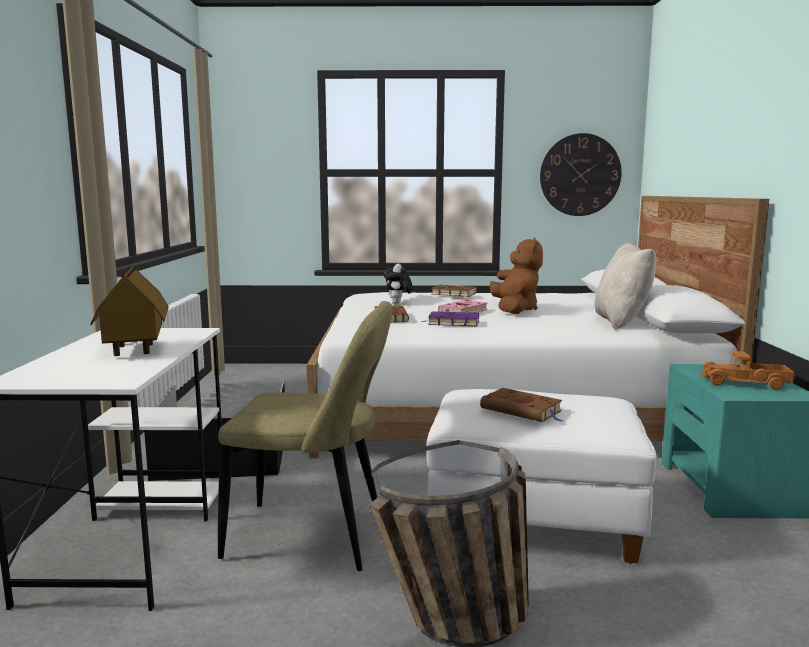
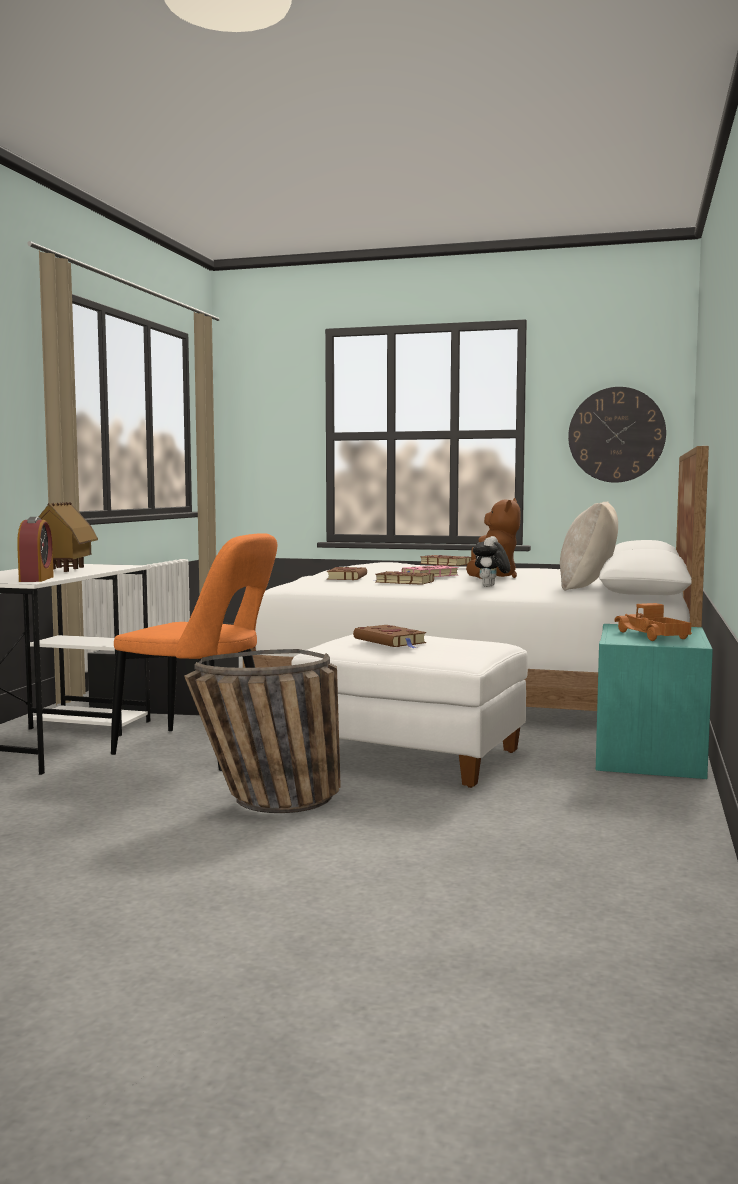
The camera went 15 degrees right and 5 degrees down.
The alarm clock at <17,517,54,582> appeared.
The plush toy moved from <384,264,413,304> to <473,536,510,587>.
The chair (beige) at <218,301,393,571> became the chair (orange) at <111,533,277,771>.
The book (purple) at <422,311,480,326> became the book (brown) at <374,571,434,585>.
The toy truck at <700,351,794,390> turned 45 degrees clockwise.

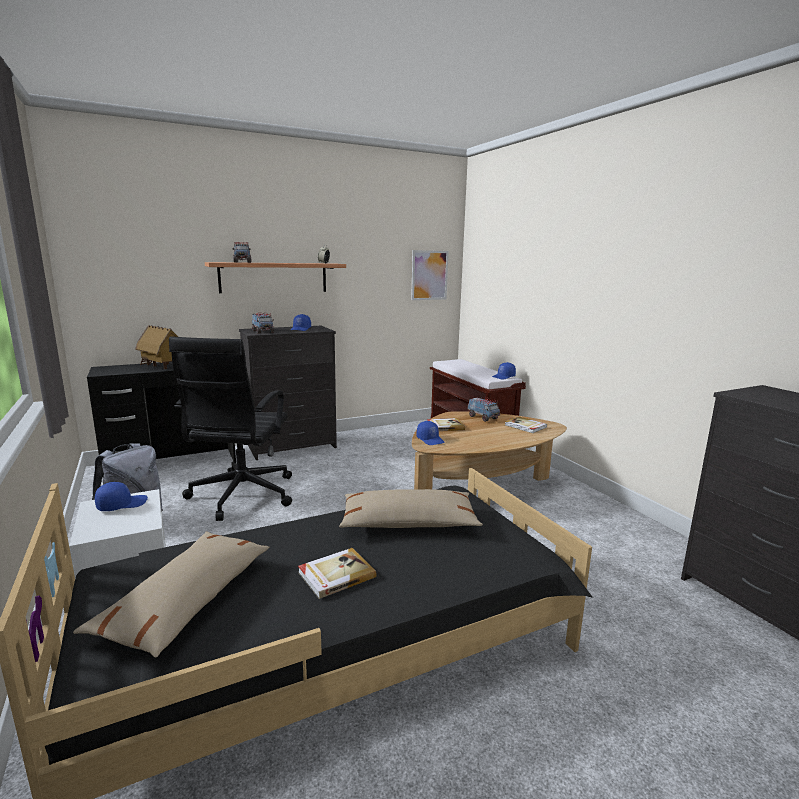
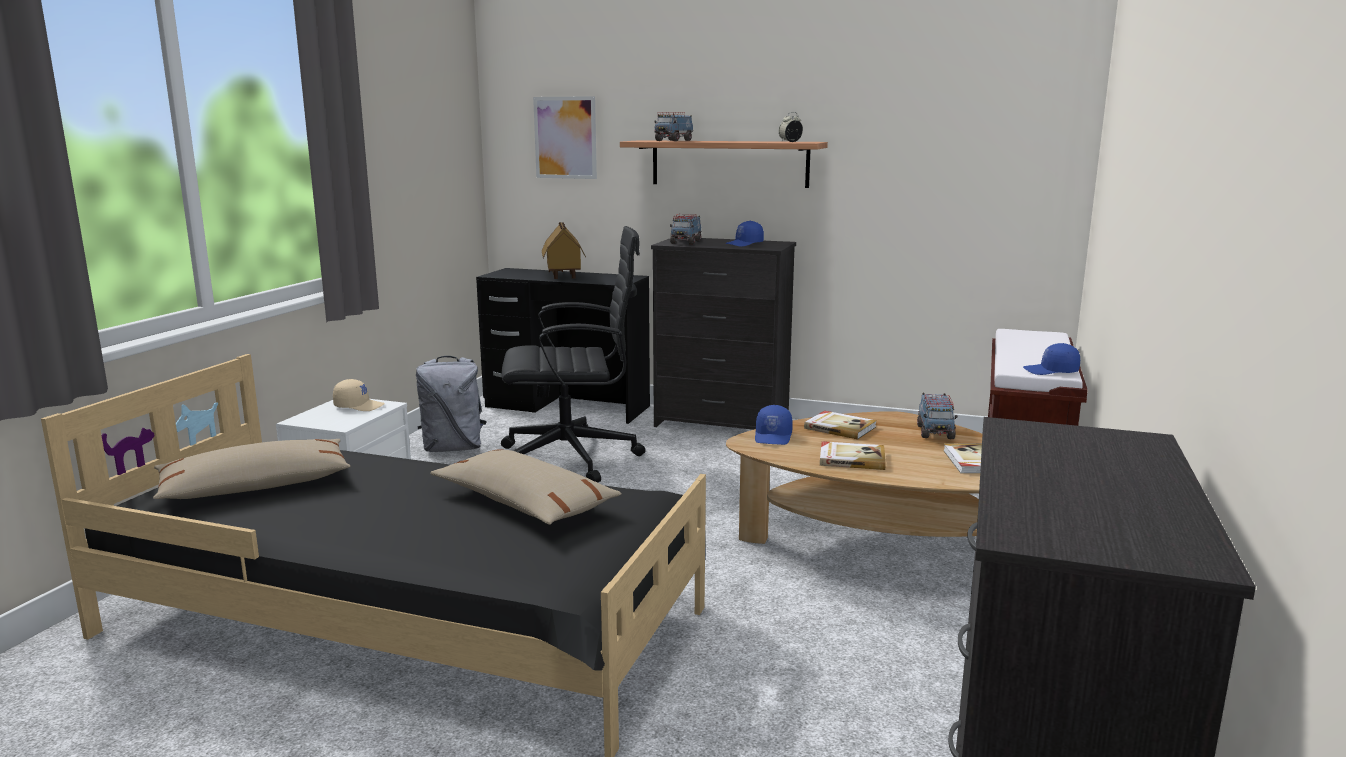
The camera went 45 degrees right and 0 degrees up.
The book moved from <298,548,377,599> to <820,441,886,470>.
The picture moved from <411,250,449,300> to <533,96,597,179>.
The cap (blue) at <95,482,148,511> became the cap (beige) at <333,379,385,411>.
The office chair (black) at <169,337,292,521> turned 150 degrees counterclockwise.

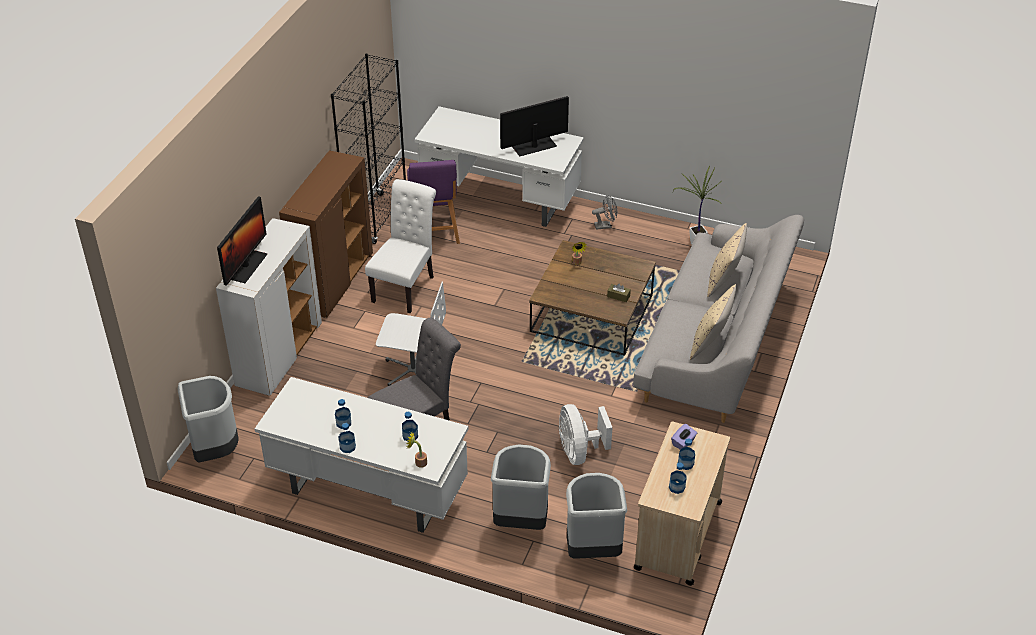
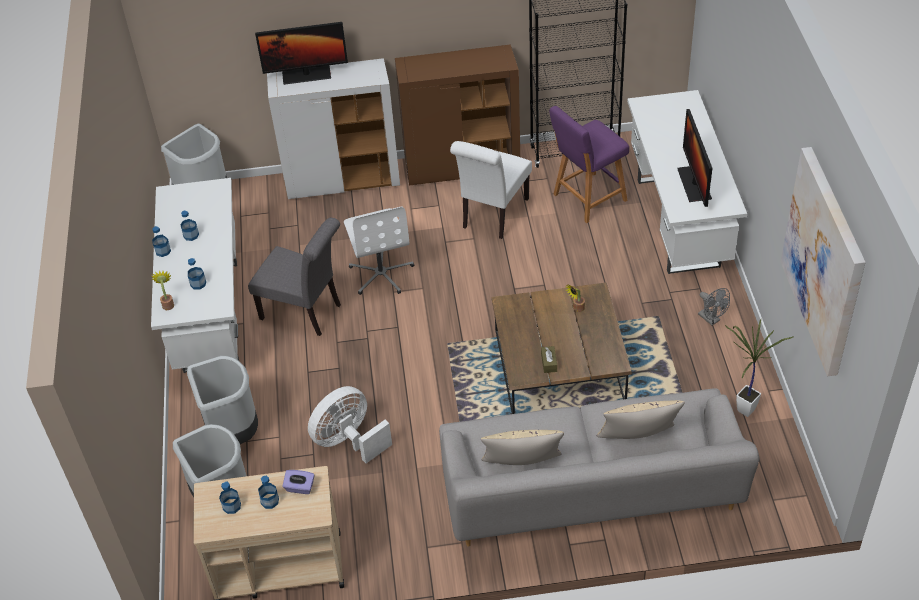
The camera went 65 degrees right and 5 degrees up.
The picture at <781,147,866,376> appeared.
The chair (white) at <365,179,436,313> turned 120 degrees clockwise.
The monitor at <500,96,569,156> turned 135 degrees counterclockwise.

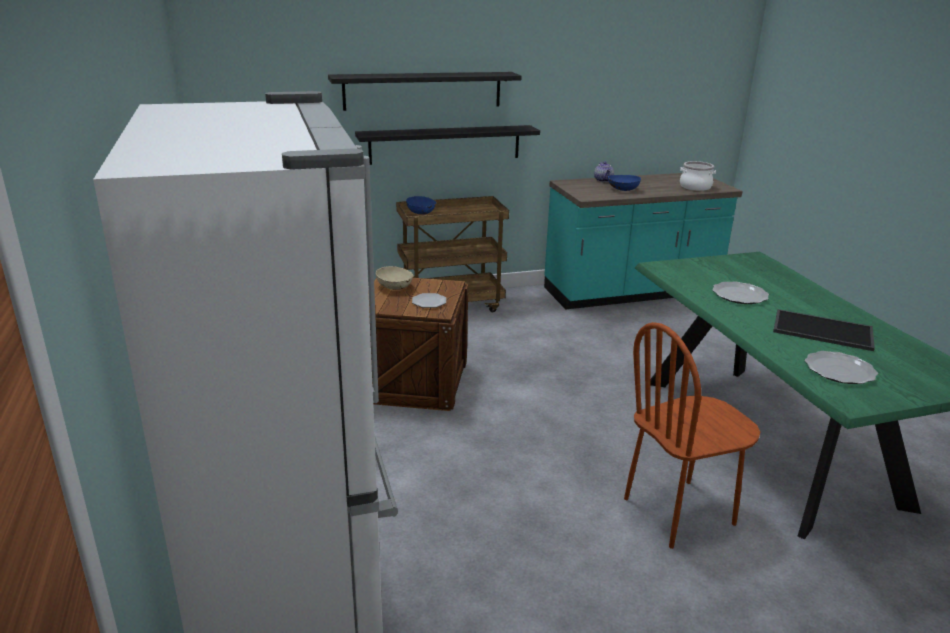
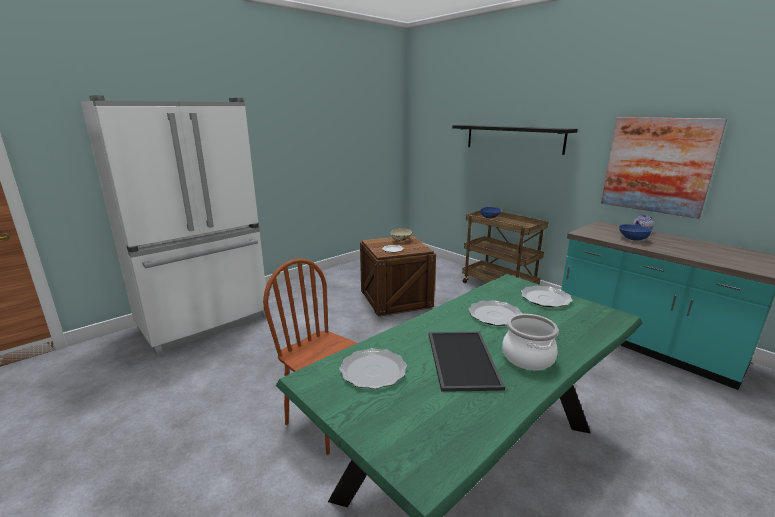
The camera went 65 degrees right and 5 degrees down.
The shelf (black) at <355,125,540,165> disappeared.
The plate at <521,285,573,307> appeared.
The picture at <601,117,727,219> appeared.
The cooking pot moved from <680,161,716,191> to <502,314,559,370>.

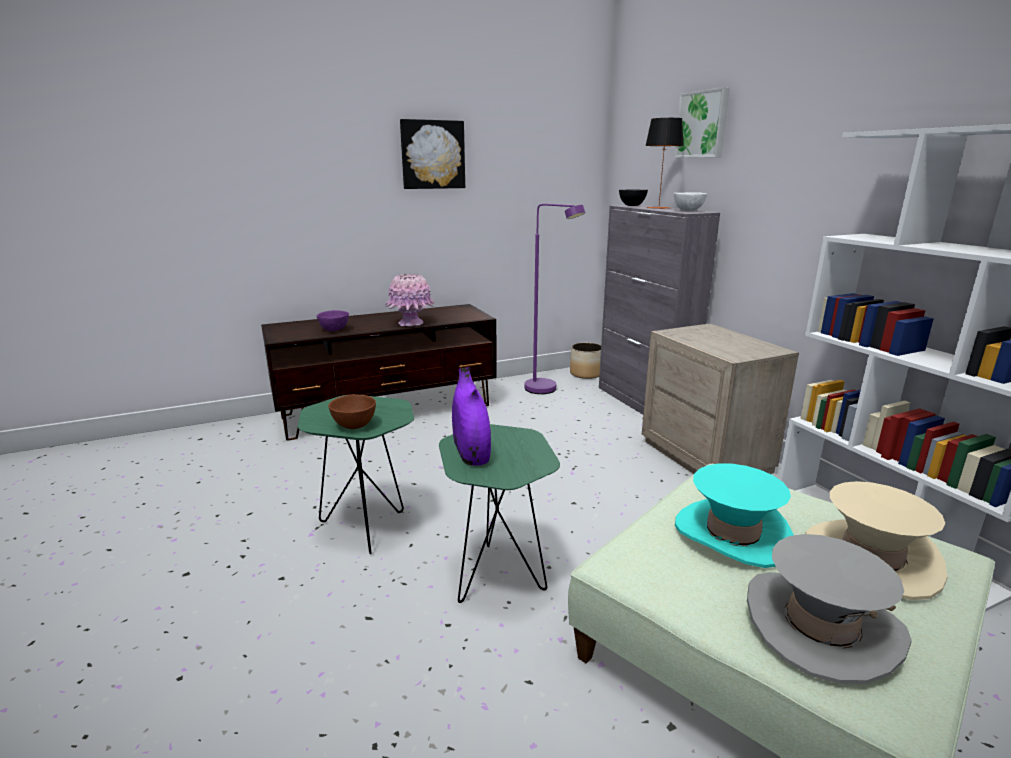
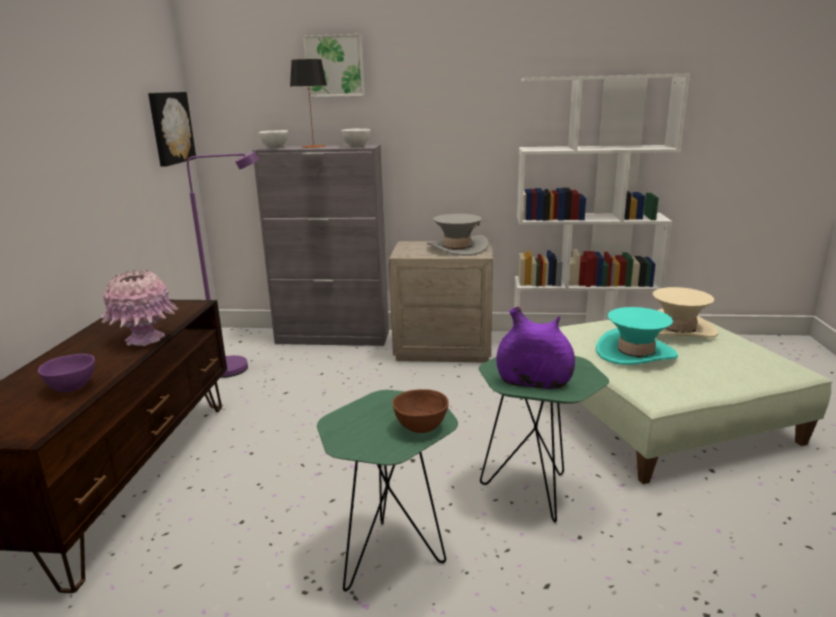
The camera went 60 degrees left and 0 degrees up.
The planter at <570,343,601,379> disappeared.
The picture moved from <400,119,465,189> to <148,92,196,167>.
The hat (grey) moved from <747,534,912,684> to <427,214,488,256>.
The bowl (black) at <619,189,648,206> became the bowl (white) at <258,130,288,148>.

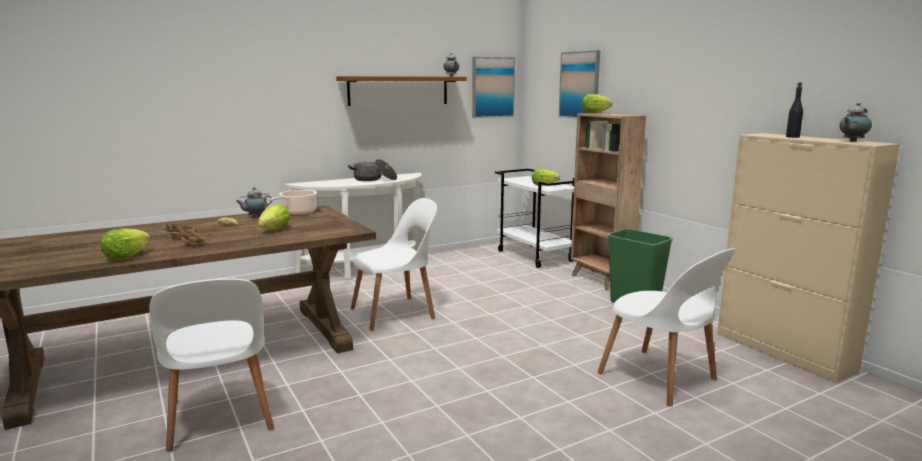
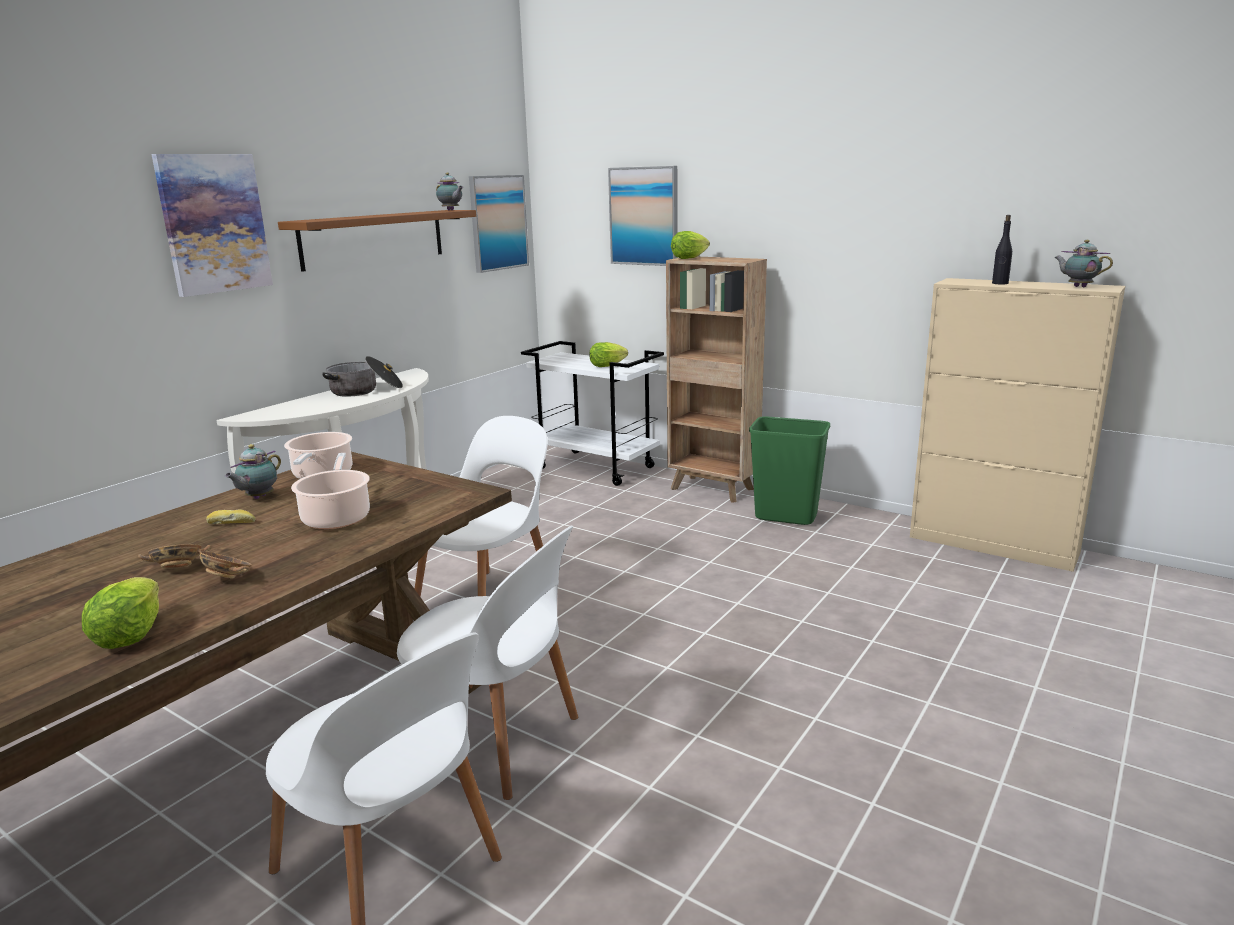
The camera went 25 degrees left and 5 degrees up.
The picture at <152,154,273,297> appeared.
The chair (white) moved from <597,248,736,407> to <397,525,578,800>.
The lettuce at <258,204,290,230> was replaced by the cooking pot at <291,453,370,529>.
The teapot at <839,103,872,142> turned 105 degrees clockwise.

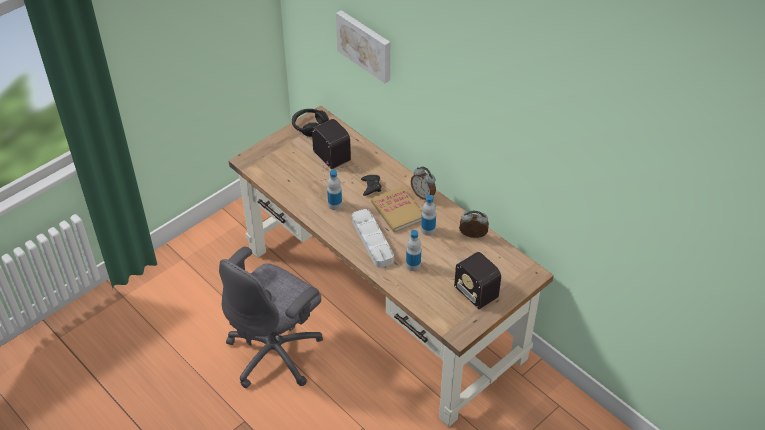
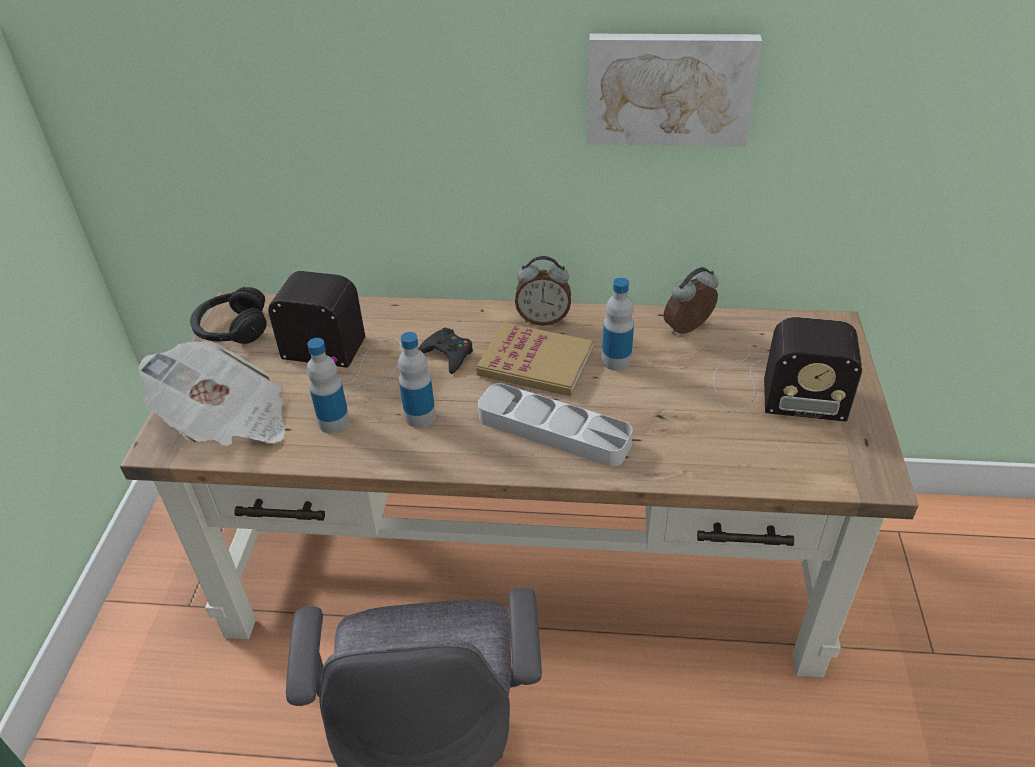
The camera went 40 degrees left and 5 degrees down.
The newspaper at <138,341,285,446> appeared.
The picture moved from <336,10,390,83> to <587,34,762,147>.
The bottle moved from <406,230,421,271> to <307,338,350,434>.

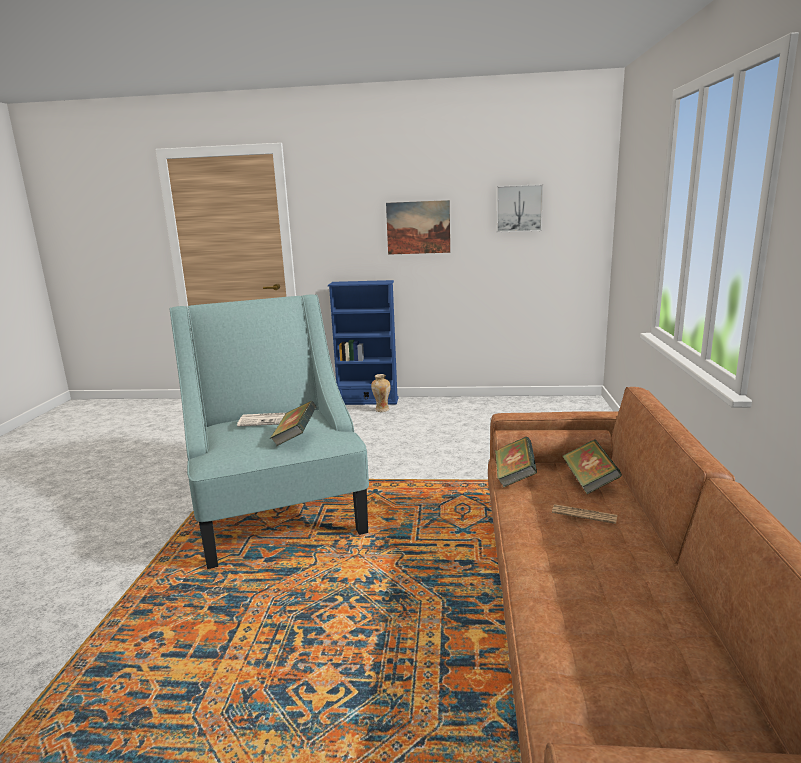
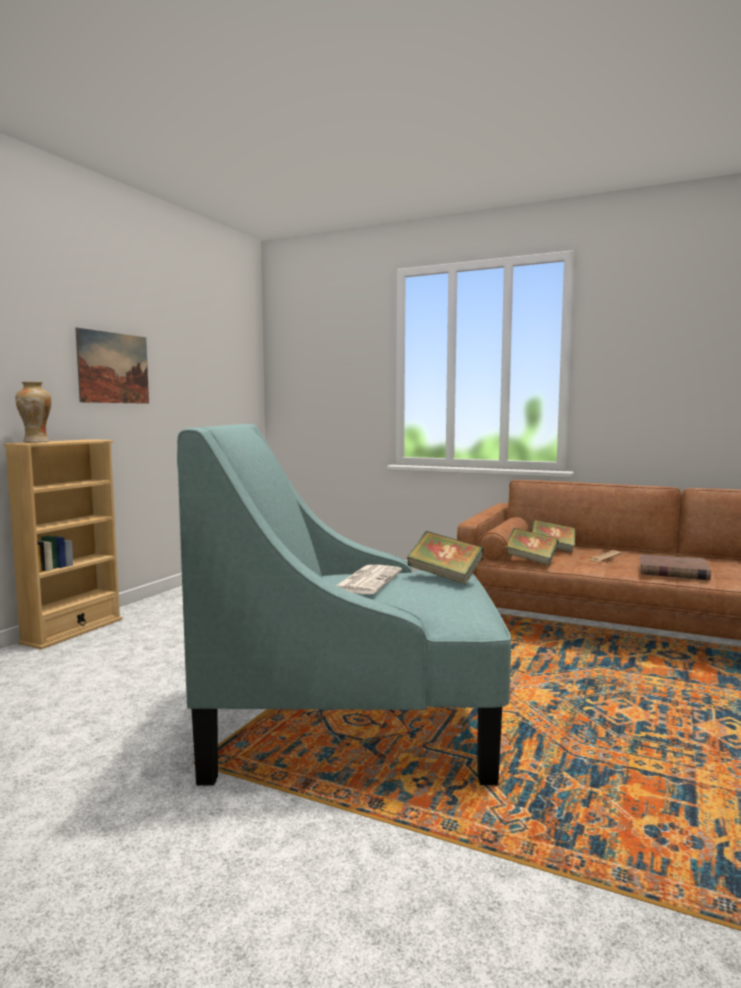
The camera went 70 degrees left and 10 degrees down.
The picture at <496,184,543,233> disappeared.
The book (brown) at <640,554,711,580> appeared.
The vase moved from <371,374,391,412> to <15,382,52,443>.
The bookcase (blue) at <328,280,399,405> became the bookcase (beige) at <4,439,122,650>.

